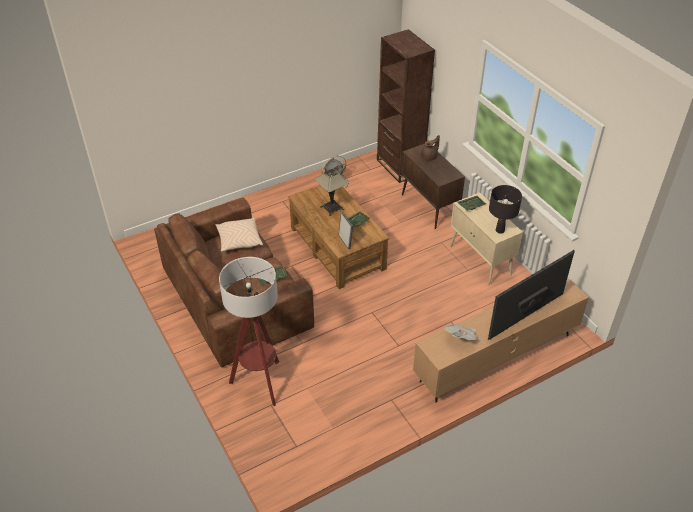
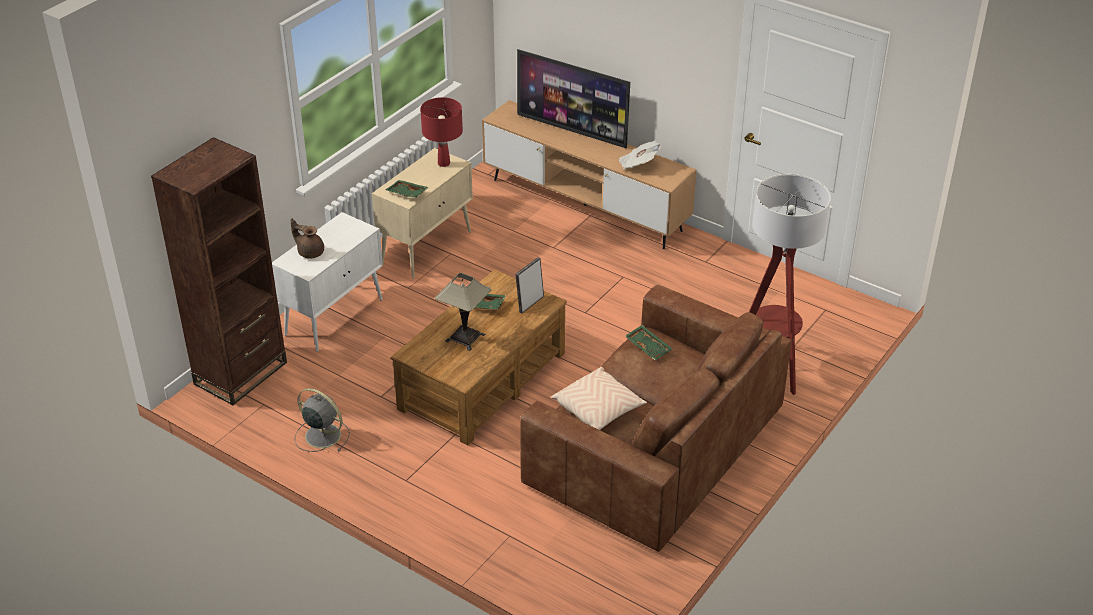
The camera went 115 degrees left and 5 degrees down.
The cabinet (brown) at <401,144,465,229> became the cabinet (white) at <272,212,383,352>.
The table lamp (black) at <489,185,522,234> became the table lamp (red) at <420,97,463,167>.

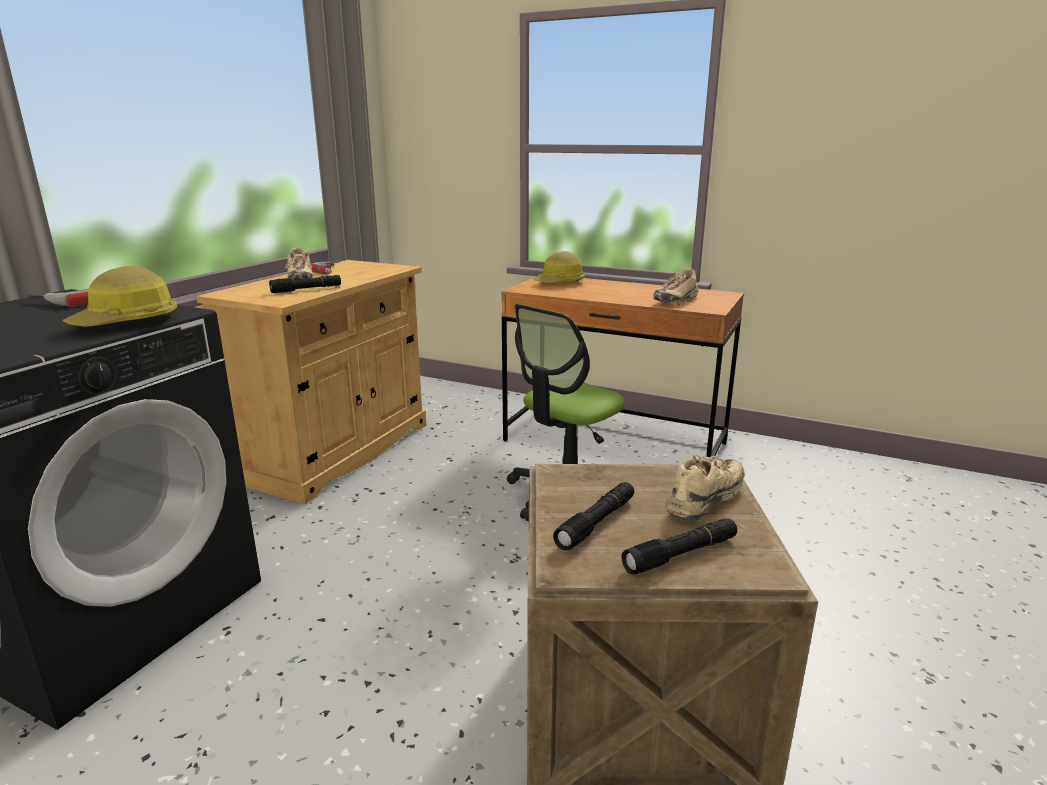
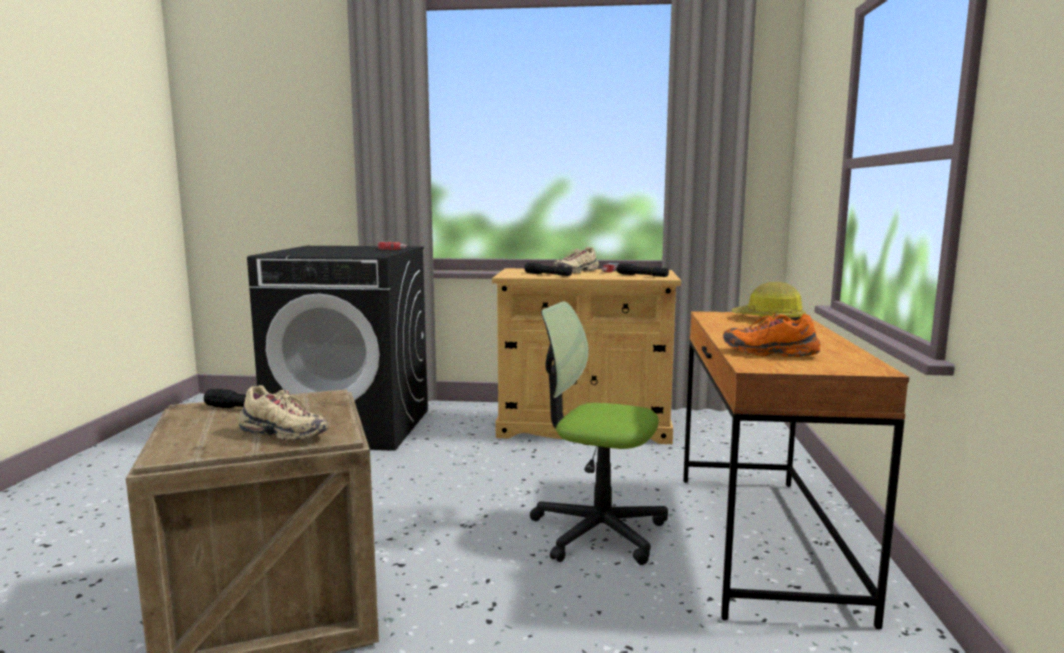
The camera went 70 degrees right and 10 degrees down.
The hard hat at <63,266,177,327> disappeared.
The flashlight (black) moved from <622,518,737,574> to <617,263,669,277>.
The shoe (beige) at <653,268,699,305> became the shoe (orange) at <723,313,821,357>.

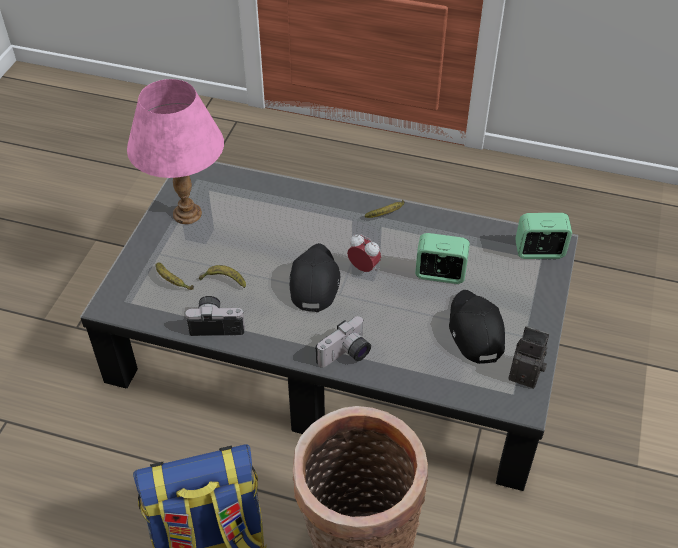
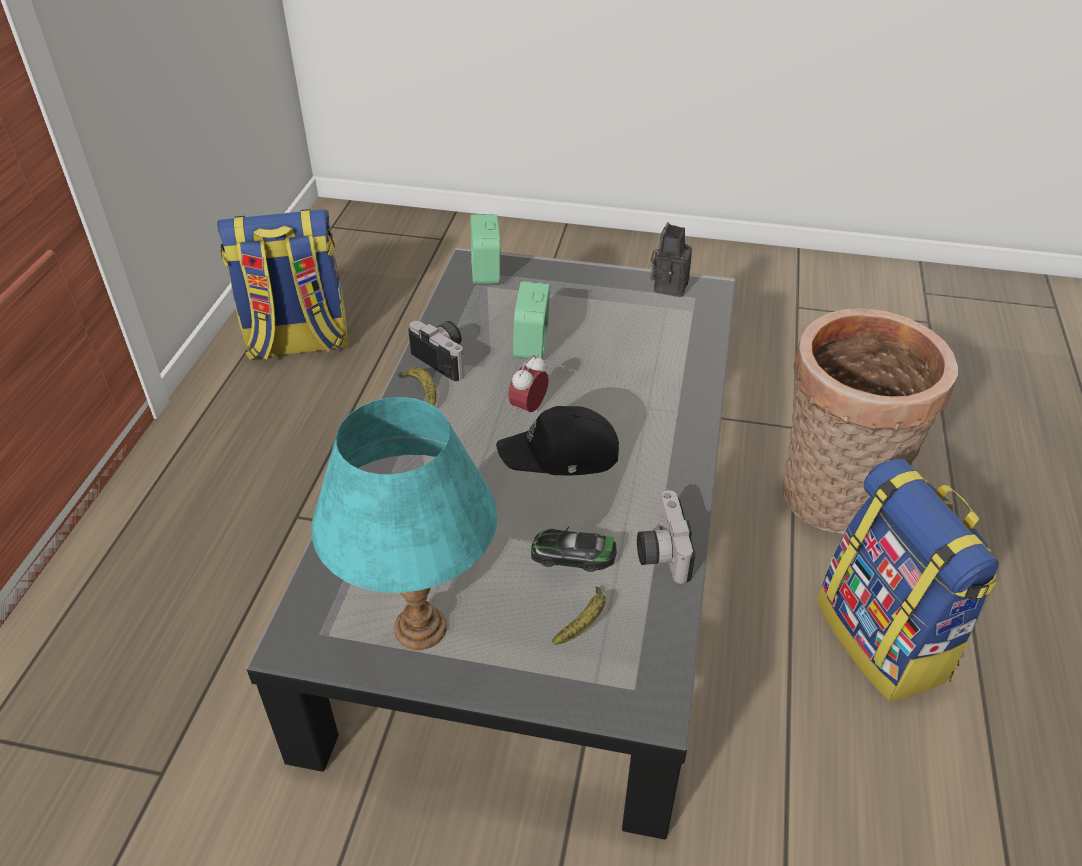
The camera went 95 degrees left and 5 degrees down.
The cap (black) at <449,290,505,364> disappeared.
The backpack at <217,209,349,360> appeared.
The photo camera moved from <315,316,371,368> to <408,321,464,381>.
The banana at <199,265,246,288> was replaced by the toy car at <531,526,617,572>.
The table lamp (pink) at <127,79,224,224> became the table lamp (turquoise) at <312,397,498,650>.

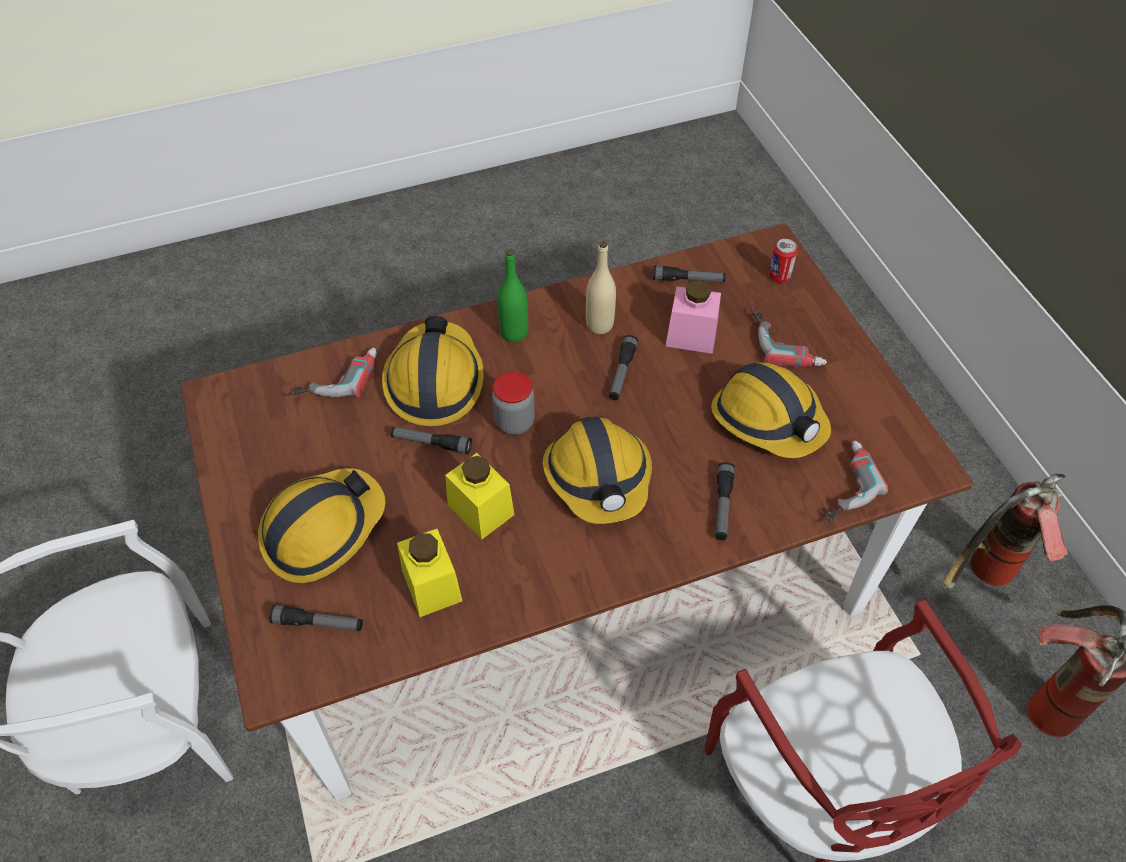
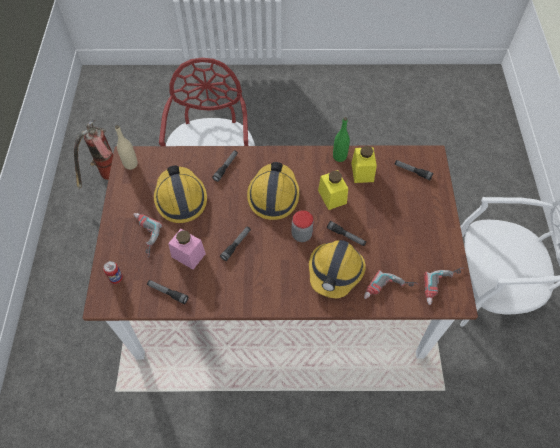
The camera went 160 degrees left and 5 degrees up.
The hard hat at <258,468,386,583> disappeared.
The fire extinguisher at <942,473,1068,589> disappeared.
The bottle (green) moved from <497,249,528,342> to <333,117,350,162>.
The bottle (beige) moved from <586,241,616,334> to <115,125,138,170>.
The power drill moved from <823,440,888,525> to <424,267,464,305>.

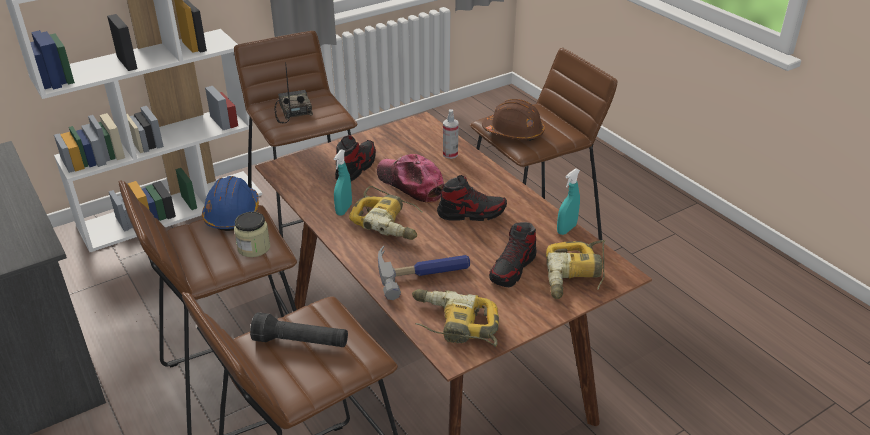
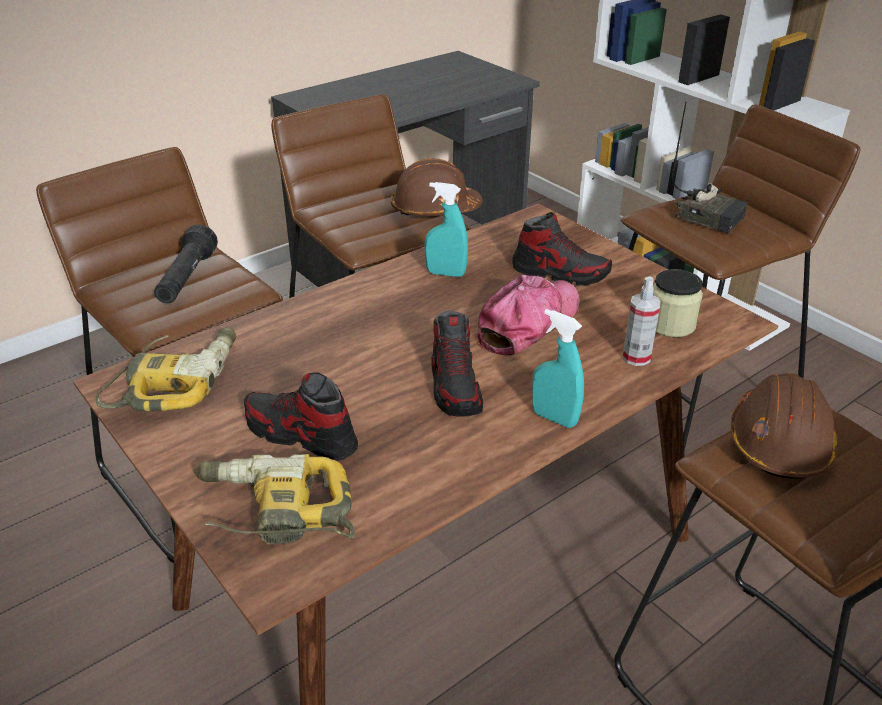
The camera went 85 degrees right and 0 degrees up.
The power drill at <349,186,423,240> disappeared.
The hammer at <378,246,470,300> disappeared.
The jar moved from <234,212,270,257> to <653,269,703,337>.
The spray bottle (turquoise) moved from <557,168,580,235> to <532,309,584,428>.
The hard hat (blue) at <202,176,259,231> became the hard hat (brown) at <391,159,483,216>.
The radio at <274,62,313,123> turned 60 degrees clockwise.

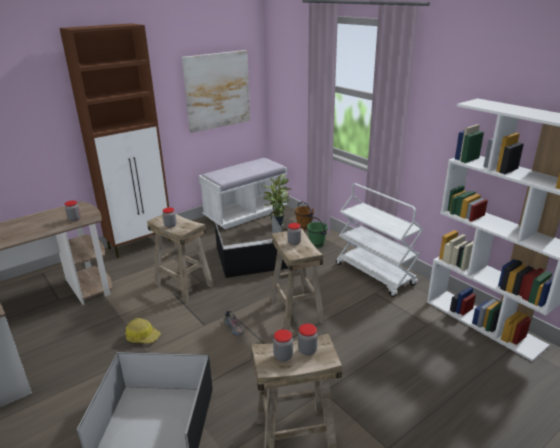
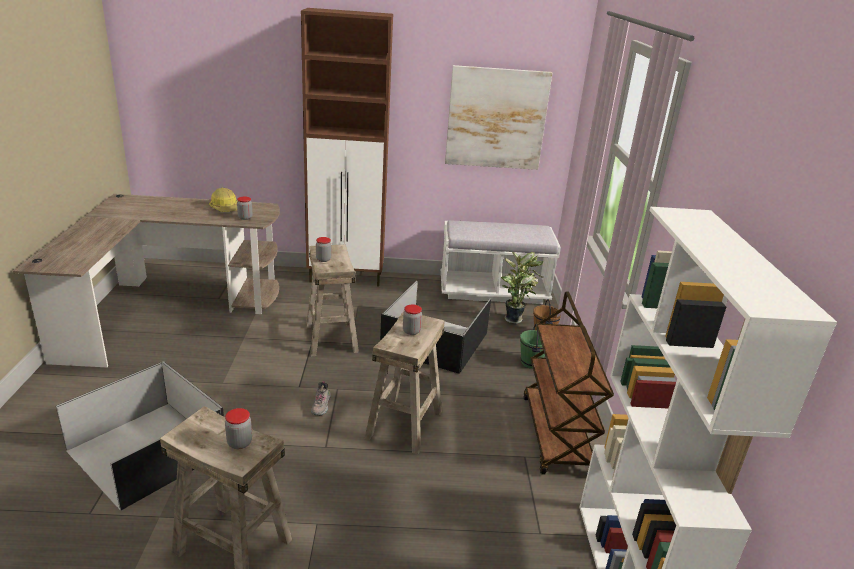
The camera went 35 degrees right and 0 degrees up.
The jar at <273,329,293,362> disappeared.
The hard hat moved from <125,318,161,343> to <209,188,238,212>.
The cart (white) at <336,183,423,297> became the cart (brown) at <523,291,614,474>.

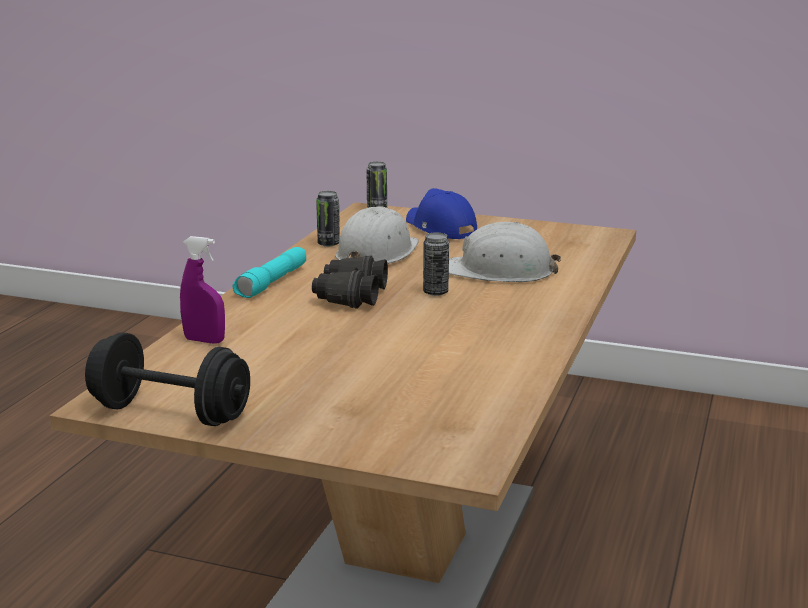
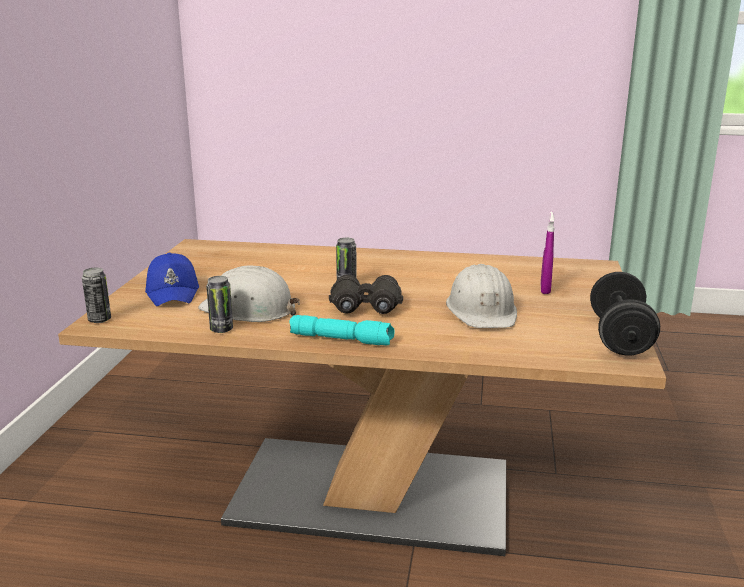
The camera went 100 degrees left and 0 degrees up.
The spray bottle (purple) moved from <180,236,225,344> to <541,211,555,294>.
The hard hat (white) moved from <449,222,561,282> to <446,264,517,328>.
The cap (blue) at <406,188,477,239> turned 60 degrees counterclockwise.

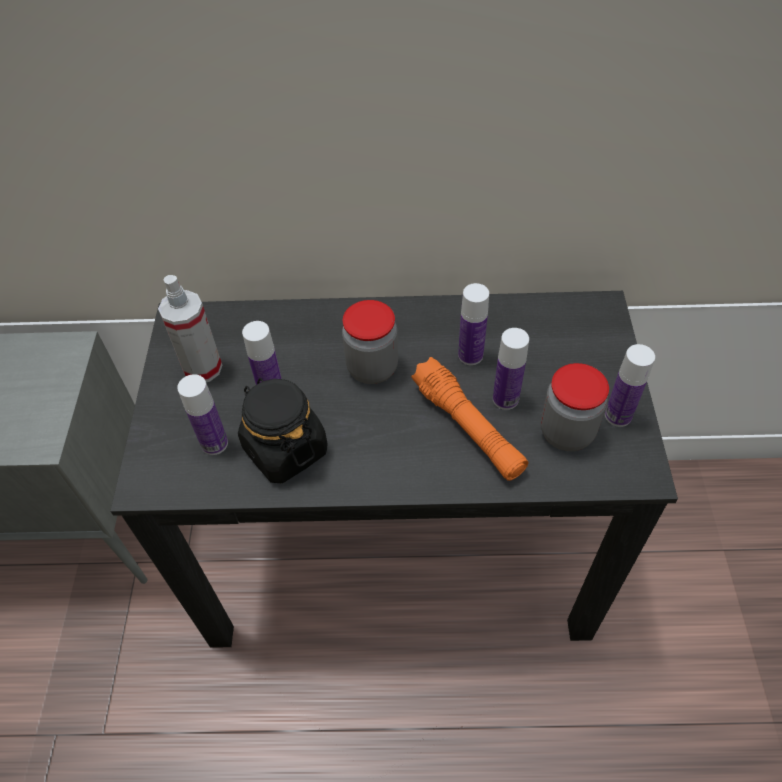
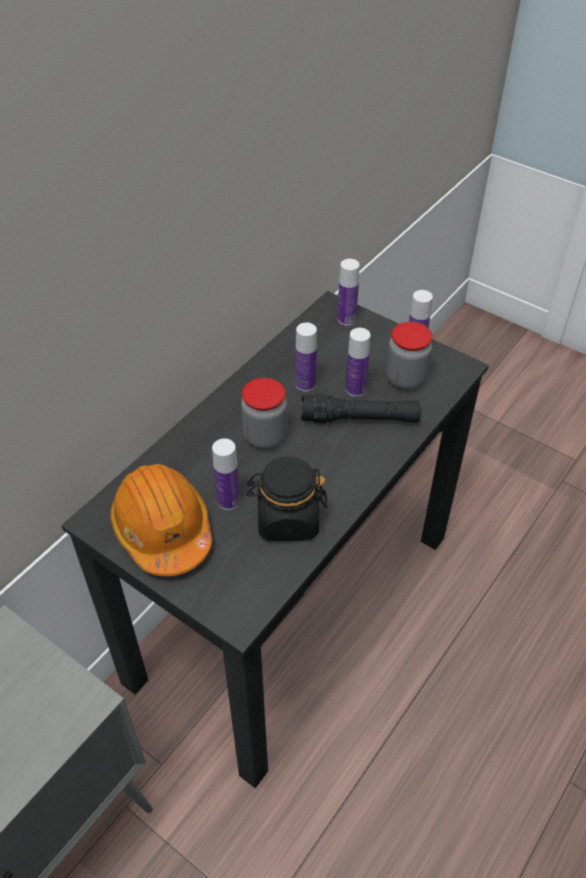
The camera went 55 degrees left and 5 degrees down.
The bottle moved from <177,374,228,455> to <337,259,360,326>.
The spray bottle at <158,275,223,382> was replaced by the hard hat (orange) at <110,464,212,576>.
The flashlight (orange) at <411,357,529,481> became the flashlight (black) at <301,394,421,423>.

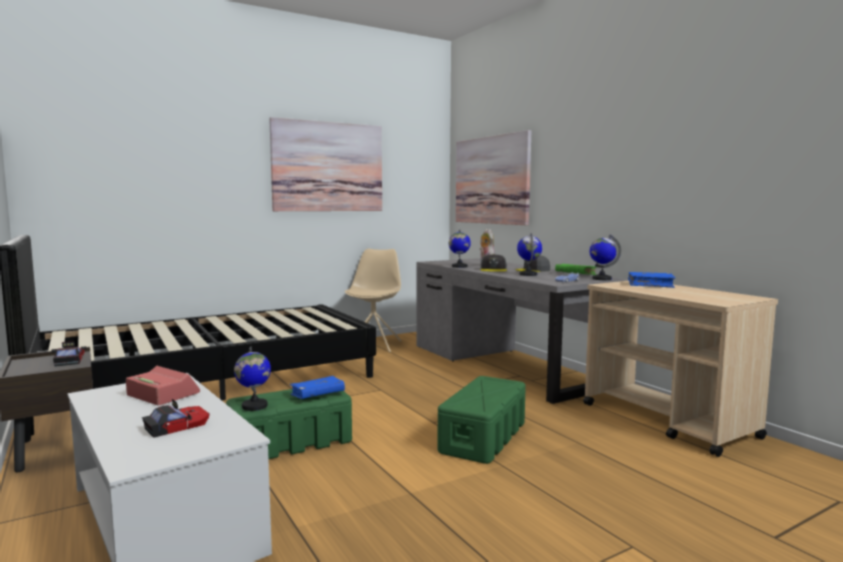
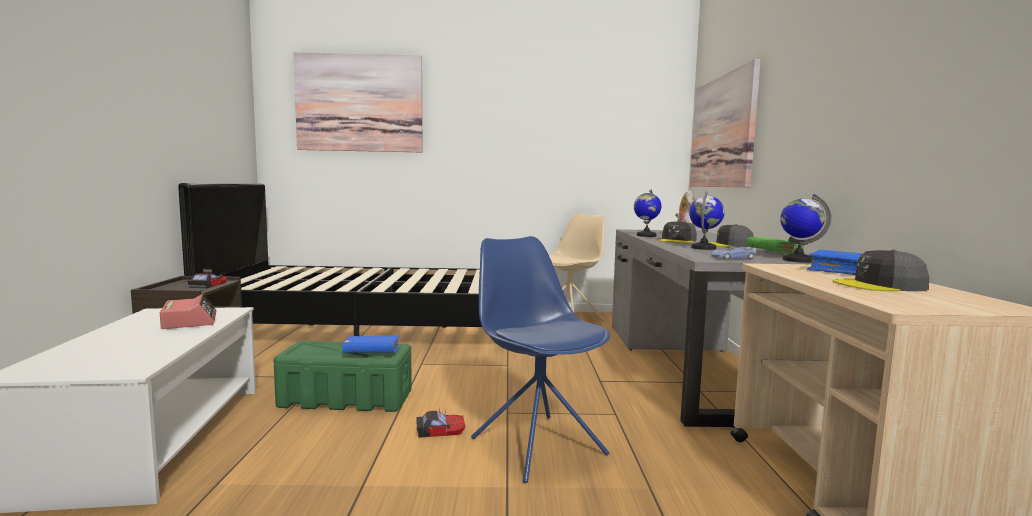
The camera went 30 degrees right and 0 degrees up.
The globe at <234,346,271,411> disappeared.
The cap (grey) at <833,250,929,291> appeared.
The toy car moved from <142,399,210,438> to <417,411,465,438>.
The picture moved from <269,117,382,211> to <294,52,422,152>.
The storage box (green) at <437,376,526,464> was replaced by the chair (blue) at <471,236,610,483>.

